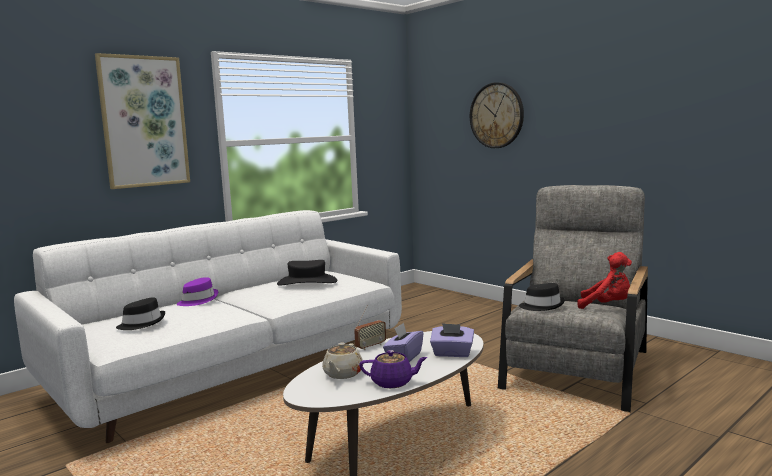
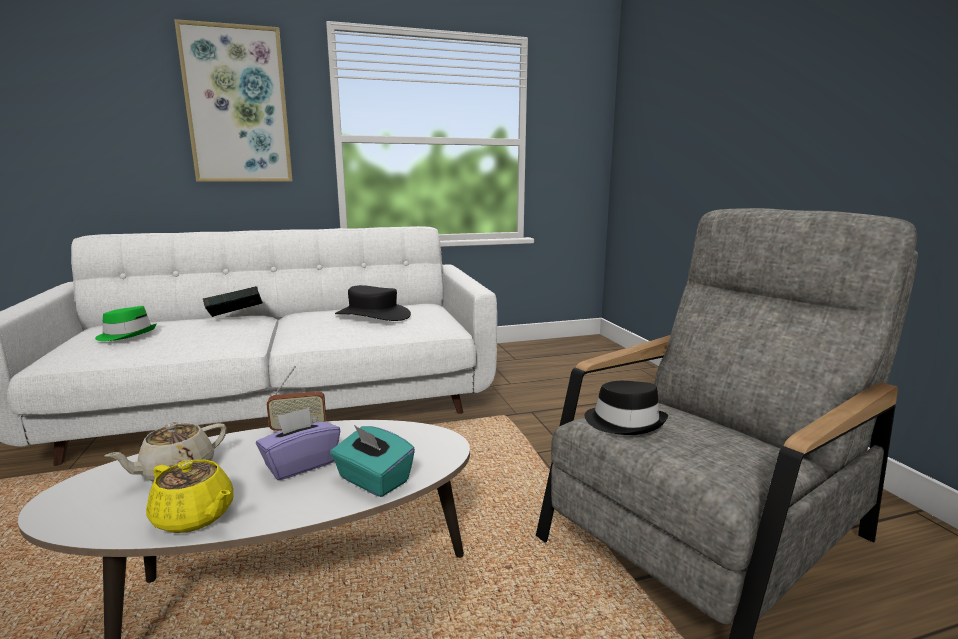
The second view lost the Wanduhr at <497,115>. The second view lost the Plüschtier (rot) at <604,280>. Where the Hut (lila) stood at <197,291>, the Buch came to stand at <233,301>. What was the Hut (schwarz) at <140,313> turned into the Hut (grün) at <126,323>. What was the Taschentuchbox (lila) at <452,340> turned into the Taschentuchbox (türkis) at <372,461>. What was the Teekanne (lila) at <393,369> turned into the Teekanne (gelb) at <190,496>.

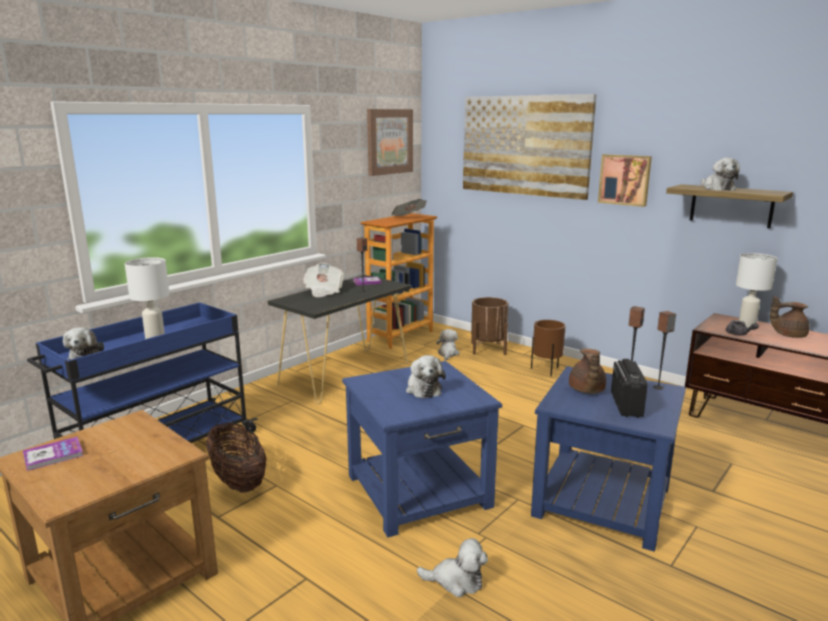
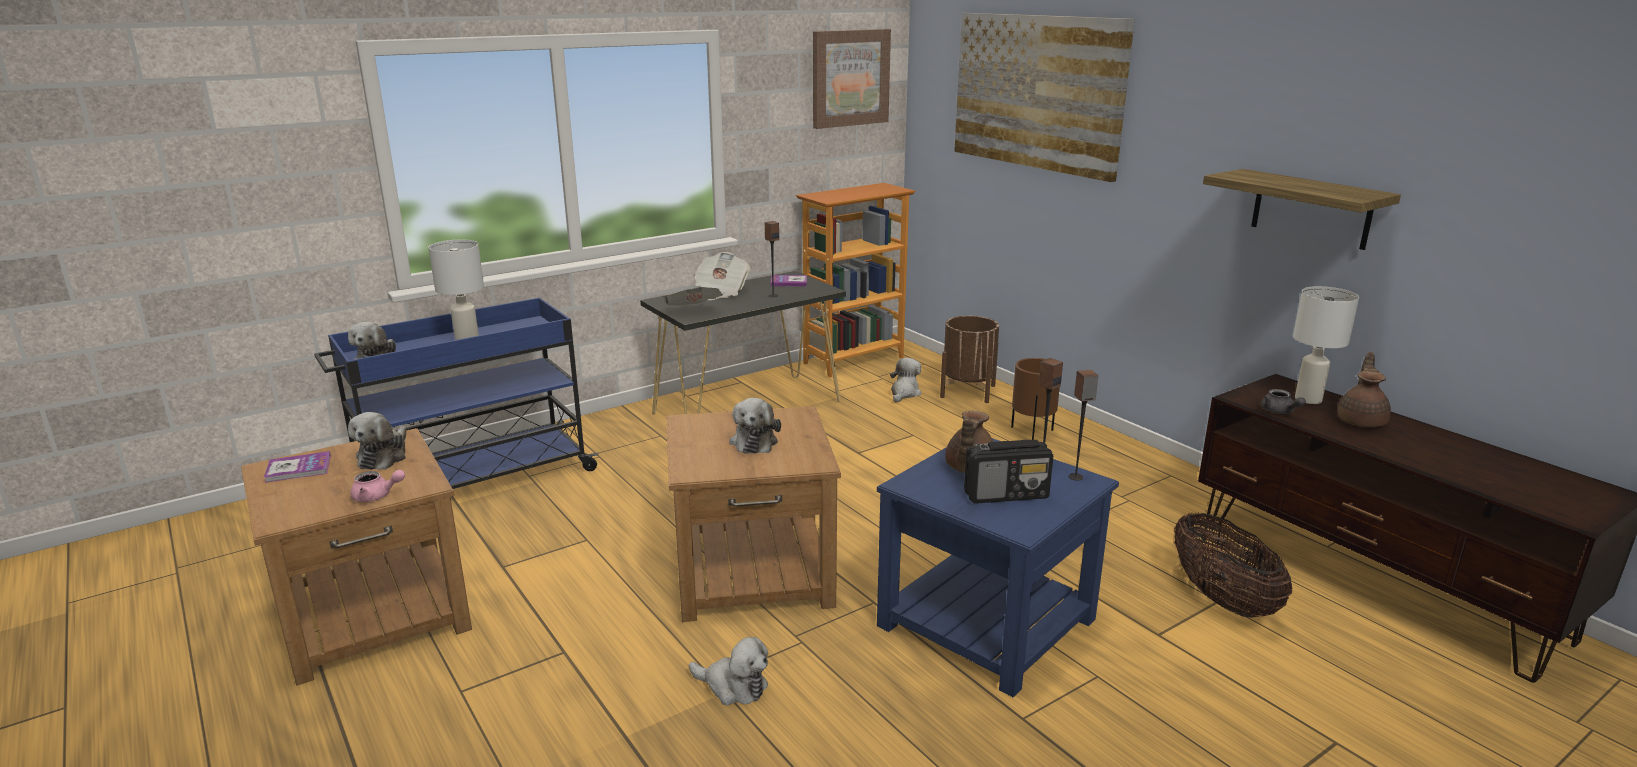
The second view lost the Bild at <625,180>. The Plüschtier ended up elsewhere, having gone from <720,174> to <377,441>. The Zeitung ended up elsewhere, having gone from <409,207> to <693,296>. The Teekanne (braun) at <790,317> ended up facing another way, 90 degrees clockwise from before. The Radio at <629,388> ended up facing another way, 60 degrees clockwise from before. What was the Beistelltisch (blau) at <422,449> turned into the Beistelltisch (braun) at <753,514>. The Korb ended up elsewhere, having gone from <236,457> to <1233,565>. The second view gained the Teekanne (rosa) at <377,486>.

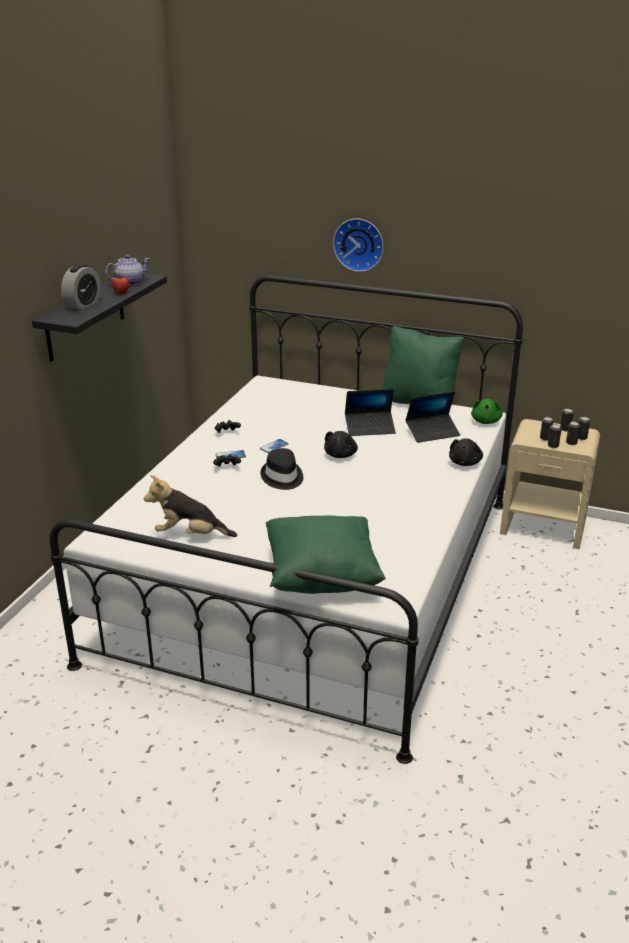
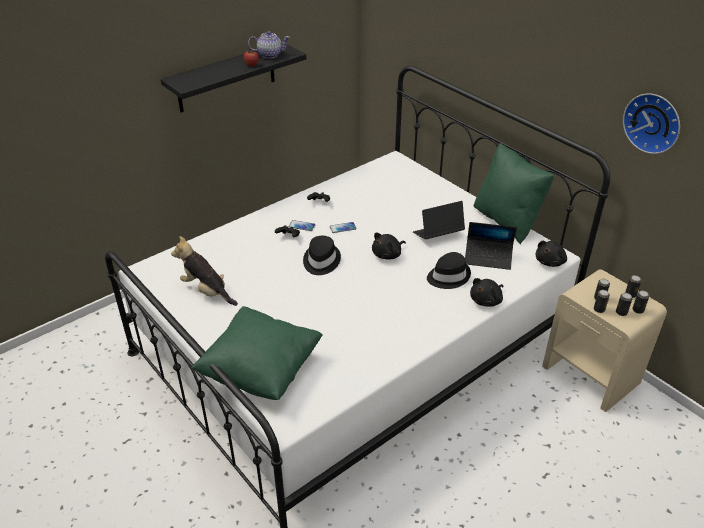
The Wanduhr ended up elsewhere, having gone from <358,245> to <651,123>. The second view lost the Wecker at <81,287>. The Laptop at <370,412> ended up facing another way, 135 degrees clockwise from before. What was the Plüschtier (grün) at <487,411> turned into the Plüschtier (schwarz) at <551,254>. The second view gained the Hut (schwarz) at <449,270>.

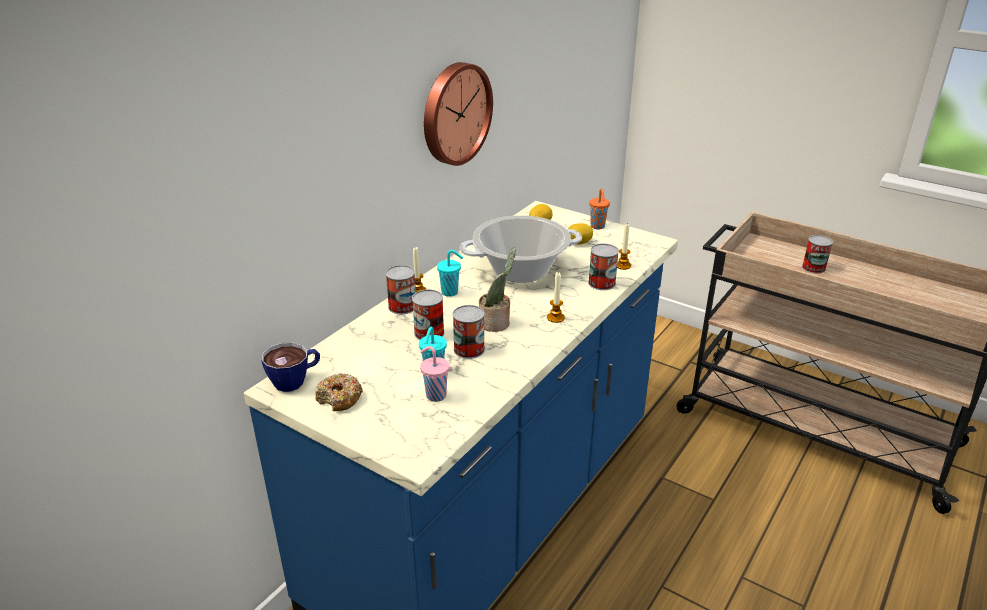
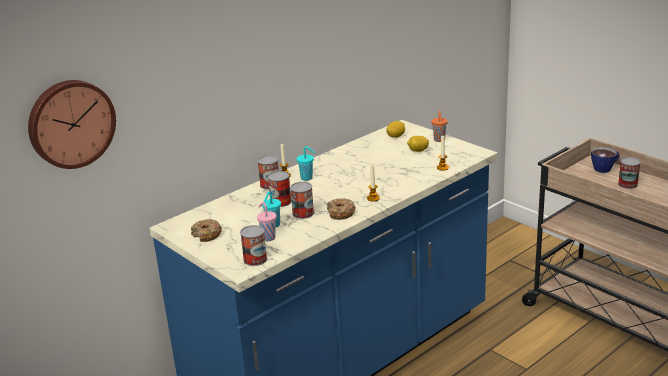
The Wanduhr ended up elsewhere, having gone from <458,114> to <72,124>. The second view lost the Kochtopf at <521,249>. The Dose ended up elsewhere, having gone from <603,266> to <253,245>. The second view lost the Topfpflanze at <497,289>. The Tasse ended up elsewhere, having gone from <290,367> to <605,160>. The second view gained the Donut at <341,209>.

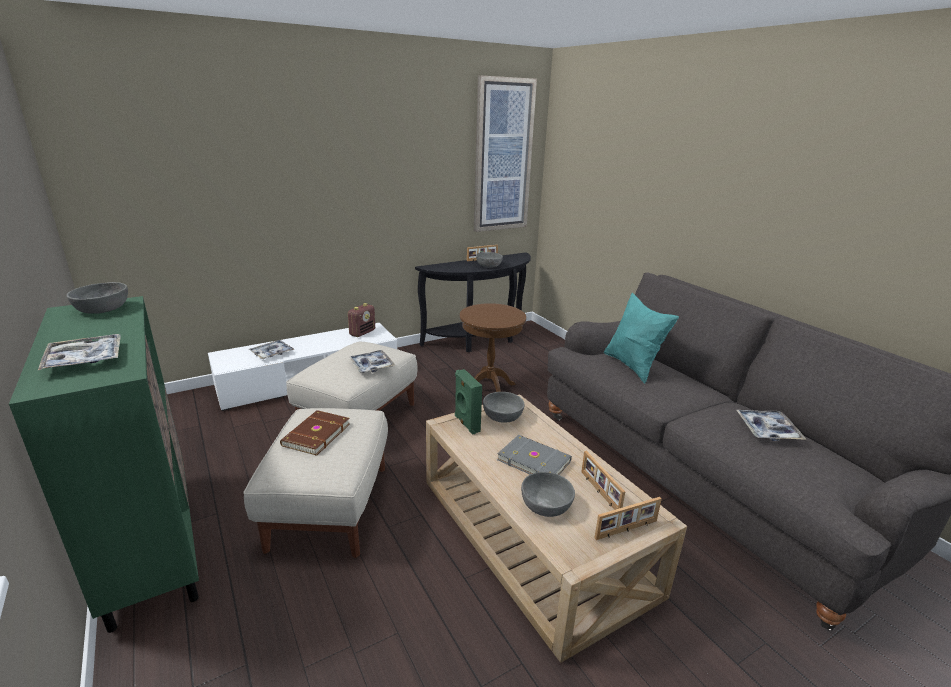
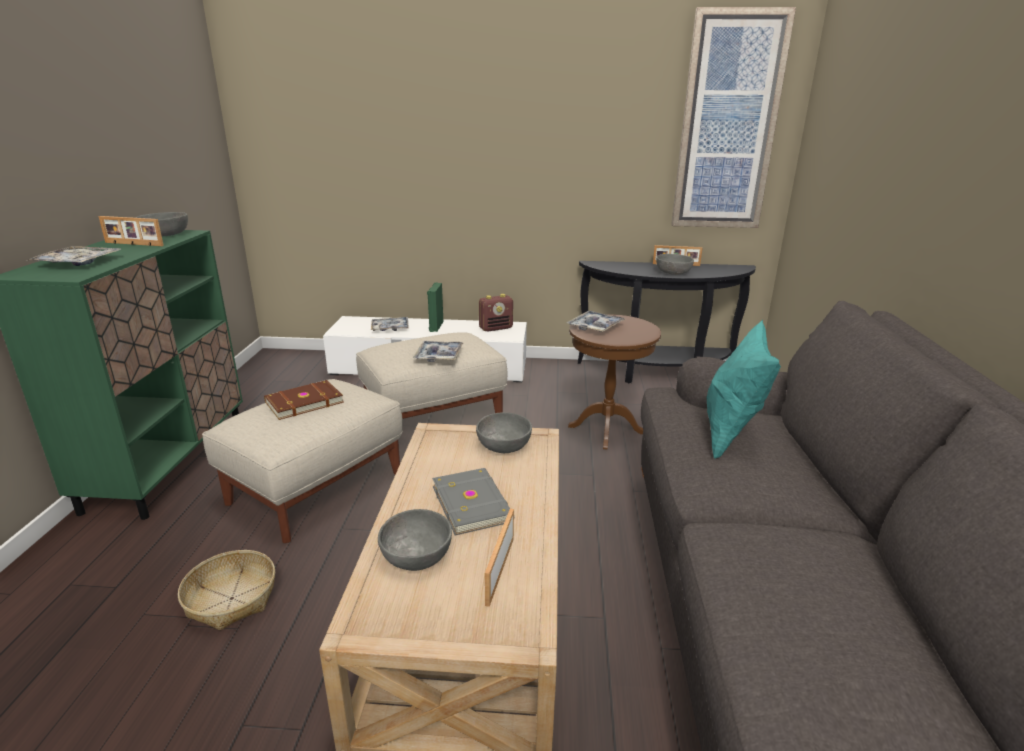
The Lautsprecher (grün) ended up elsewhere, having gone from <468,401> to <435,307>. The Tablett ended up elsewhere, having gone from <771,425> to <596,321>. The Bilderrahmen ended up elsewhere, having gone from <628,518> to <131,231>. The second view gained the Korb at <226,590>.

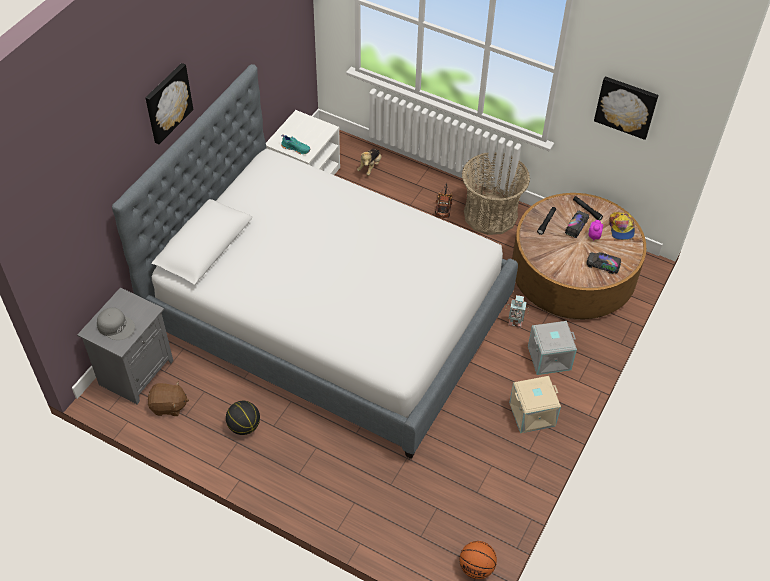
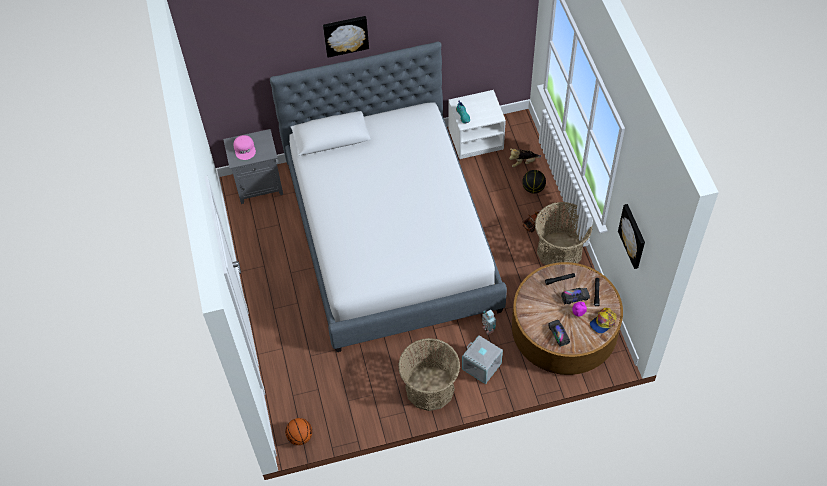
What was the Kappe (grau) at <116,323> turned into the Kappe (rosa) at <244,147>. Where the Aufbewahrungsbox (beige) stood at <535,404>, the Korb came to stand at <429,374>. The second view lost the Plüschtier (braun) at <168,398>. The Basketball ended up elsewhere, having gone from <243,418> to <534,182>.

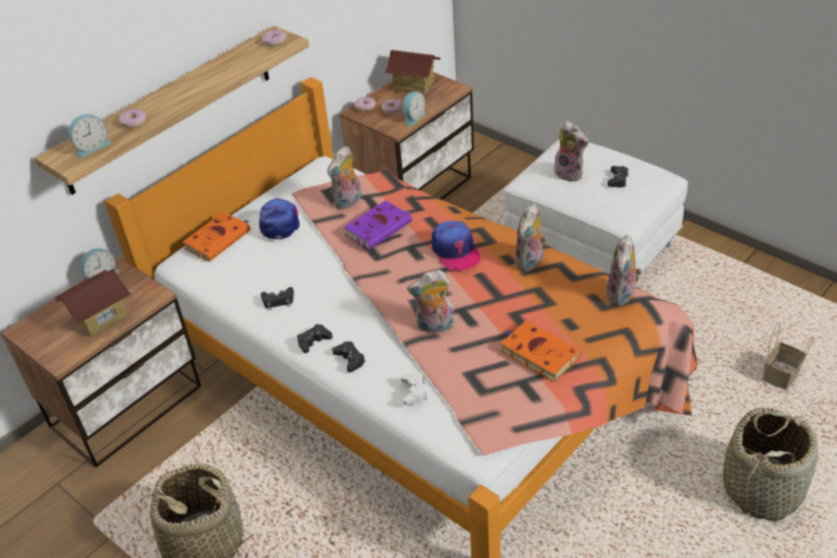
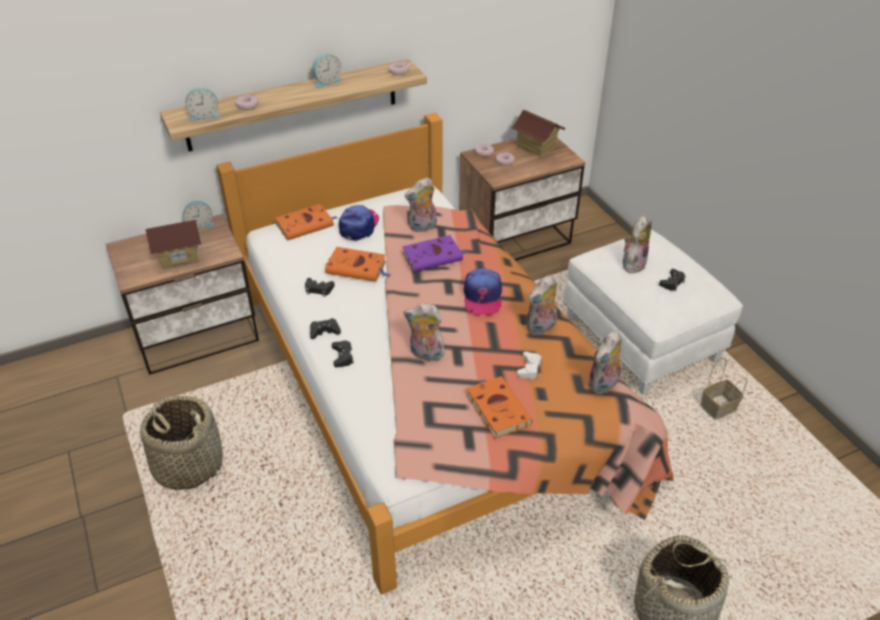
The Wecker ended up elsewhere, having gone from <414,108> to <327,71>. The Plüschtier at <569,151> ended up facing another way, 120 degrees counterclockwise from before. The Korb ended up elsewhere, having gone from <788,355> to <723,389>. The Gamepad (weiß) ended up elsewhere, having gone from <414,388> to <529,365>. The second view gained the Buch (orange) at <358,264>.

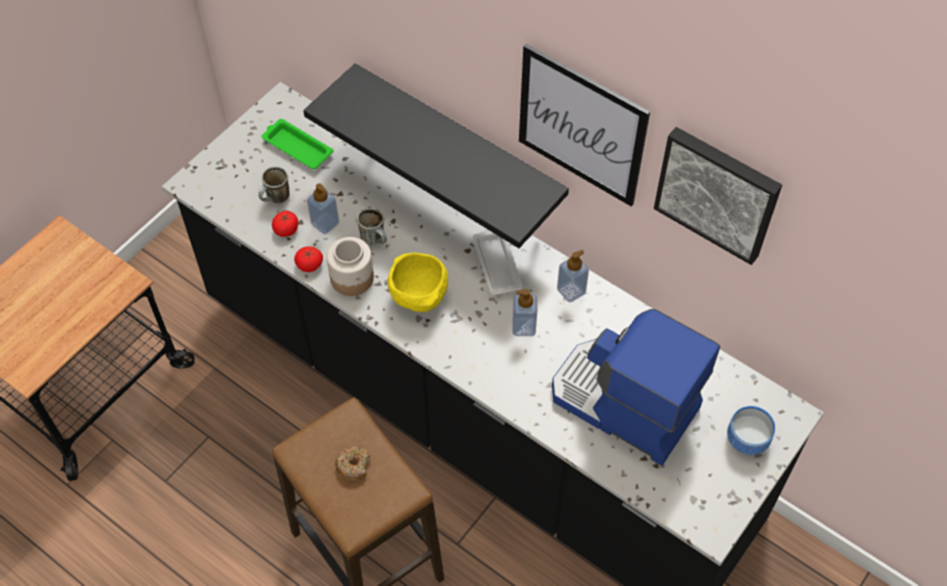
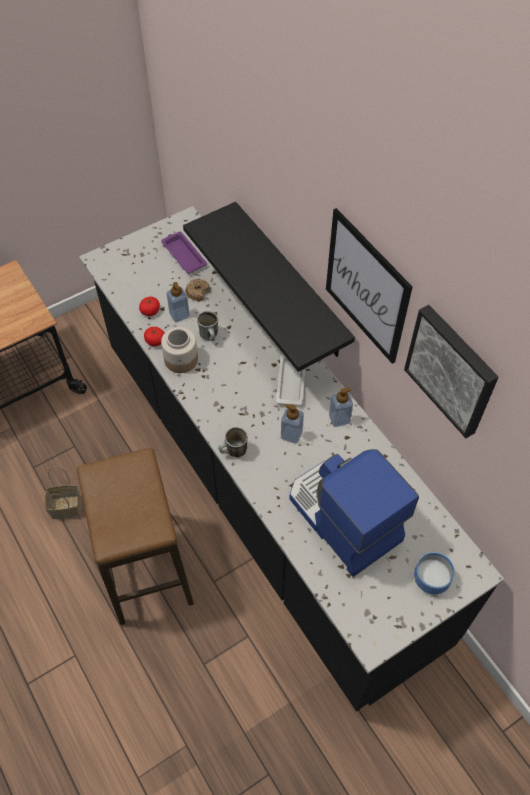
What was the Tablett (grün) at <297,144> turned into the Tablett (lila) at <184,252>. The Henkelbecher ended up elsewhere, having gone from <273,184> to <233,442>. The second view lost the Schüssel (gelb) at <417,282>. The Donut ended up elsewhere, having gone from <352,463> to <198,290>. The second view gained the Korb at <63,493>.

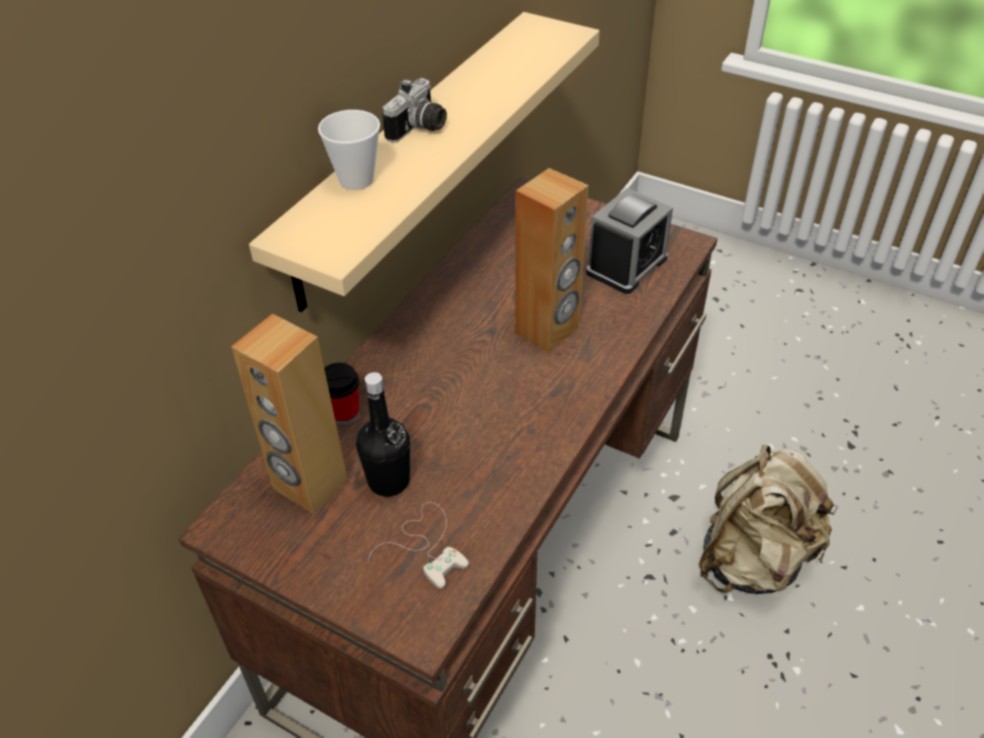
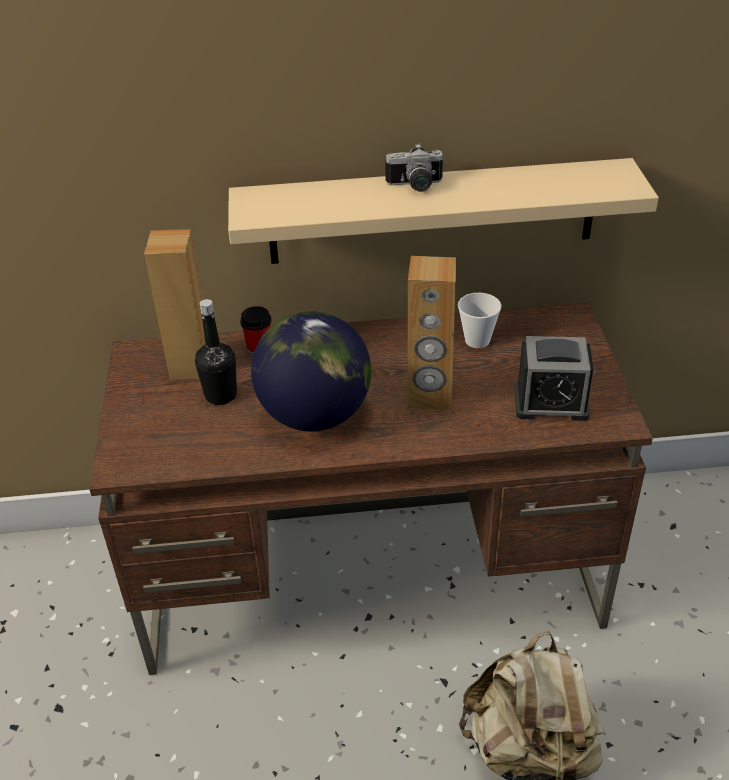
The Tasse ended up elsewhere, having gone from <349,150> to <479,320>. The second view lost the Gamepad (weiß) at <418,545>. The second view gained the Globus at <311,371>.

